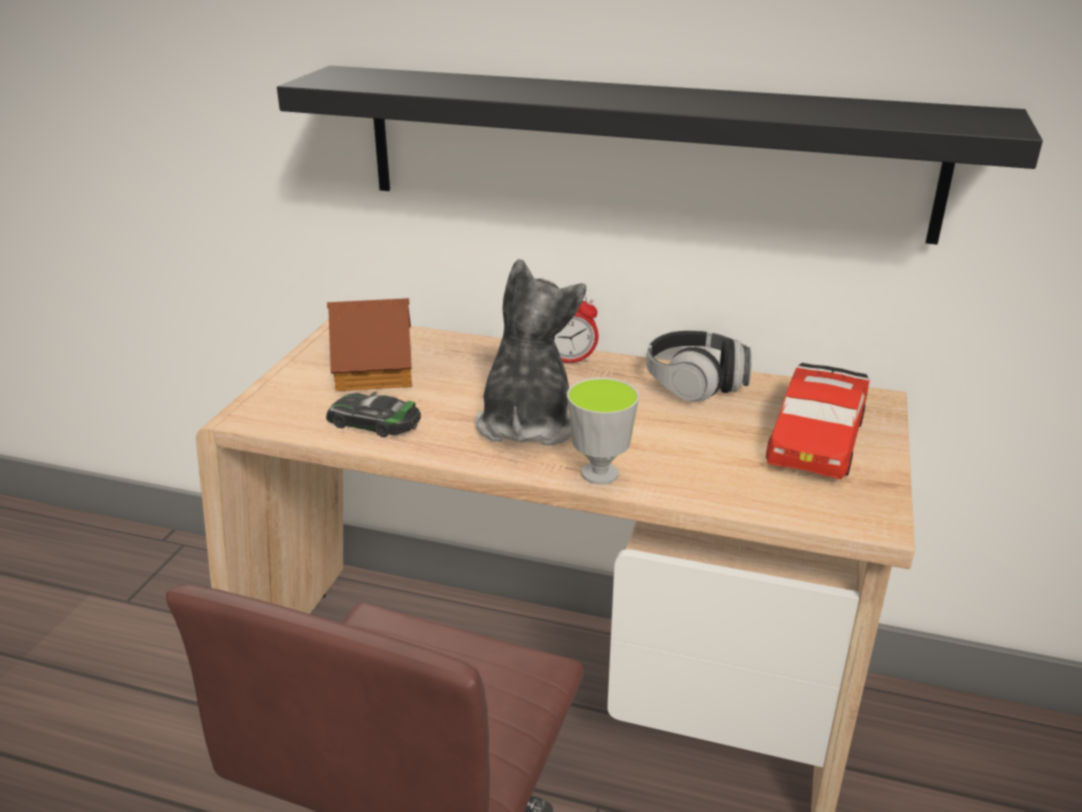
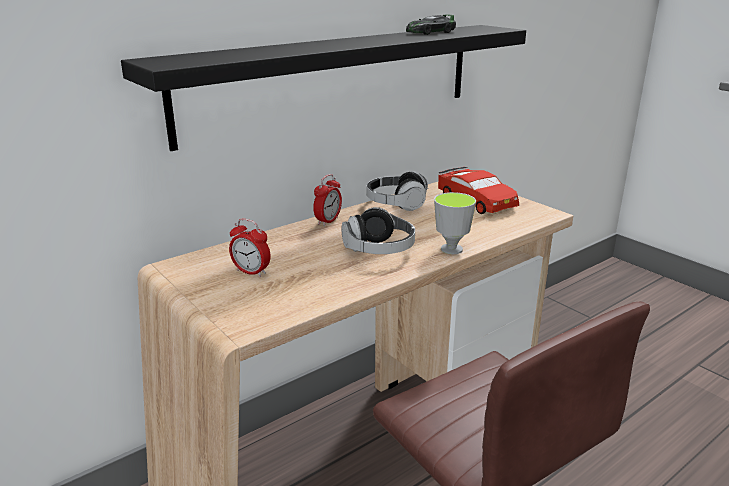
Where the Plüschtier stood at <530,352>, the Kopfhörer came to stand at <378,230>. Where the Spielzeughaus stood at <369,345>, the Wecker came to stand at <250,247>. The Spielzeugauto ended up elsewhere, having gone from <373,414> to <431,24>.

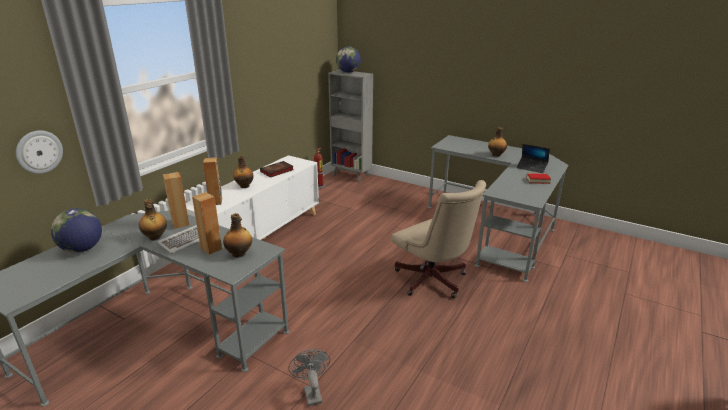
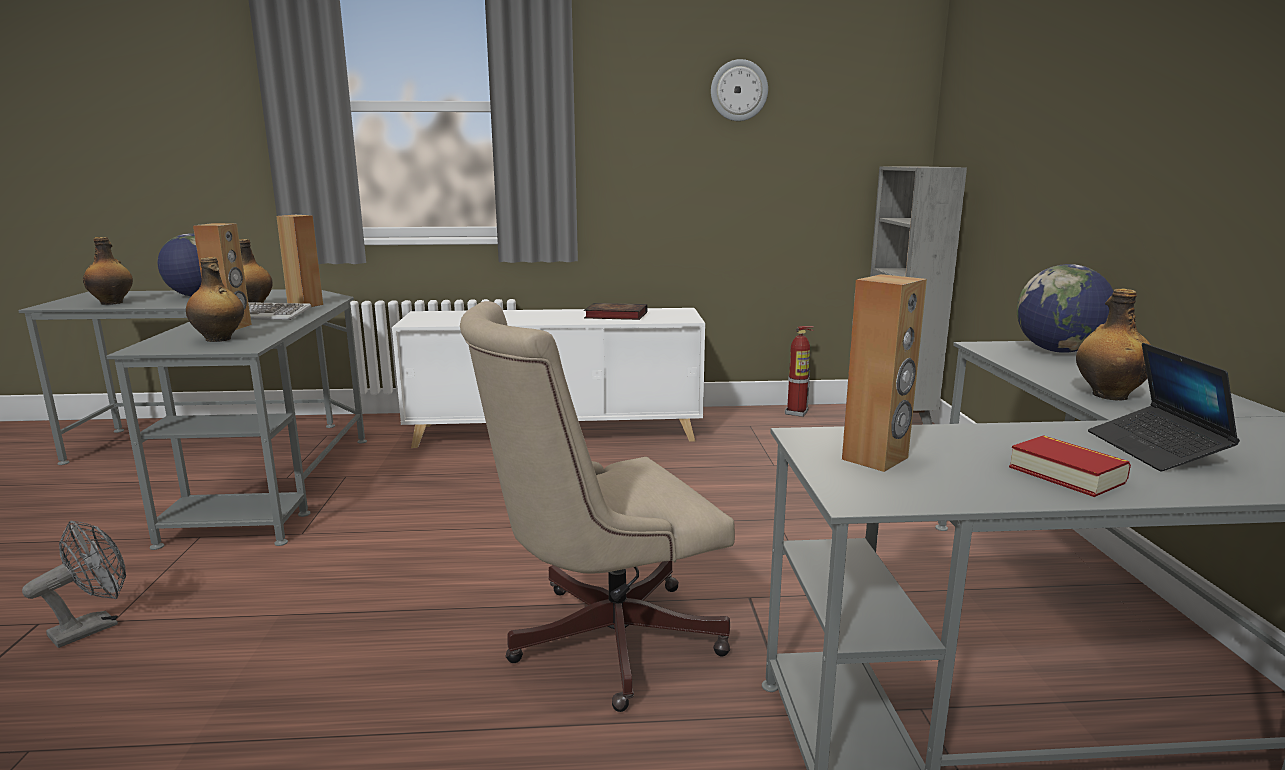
The Globus ended up elsewhere, having gone from <348,60> to <1065,308>. The Wanduhr ended up elsewhere, having gone from <39,152> to <739,90>. The Flasche ended up elsewhere, having gone from <243,172> to <108,271>. The Lautsprecher (braun) ended up elsewhere, having gone from <212,181> to <884,373>. The Bürostuhl (beige) at <439,239> ended up facing another way, 45 degrees clockwise from before.

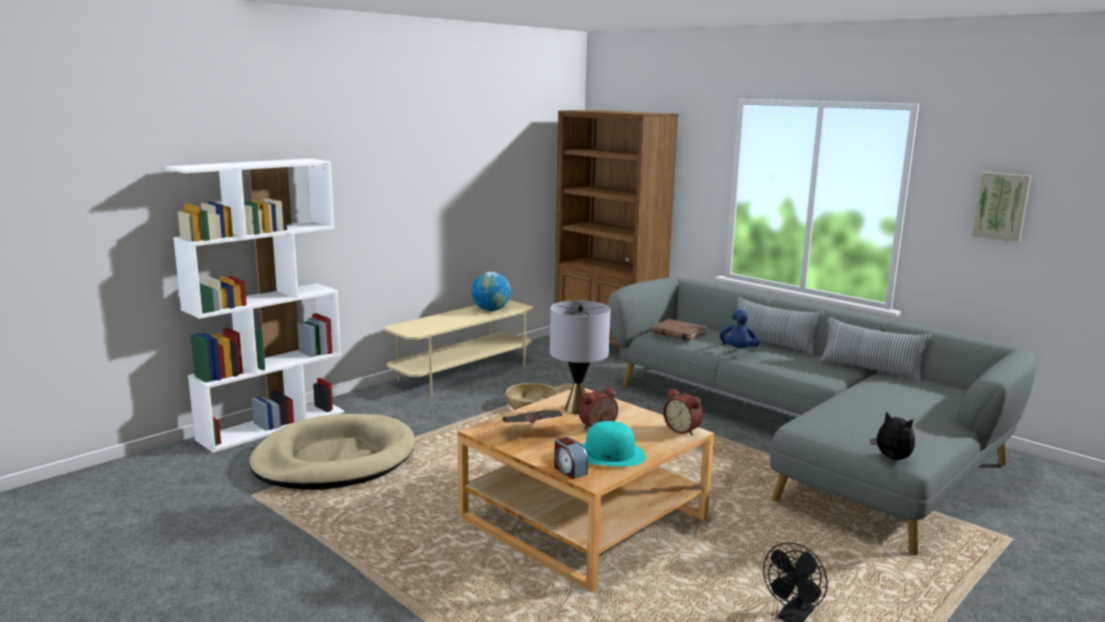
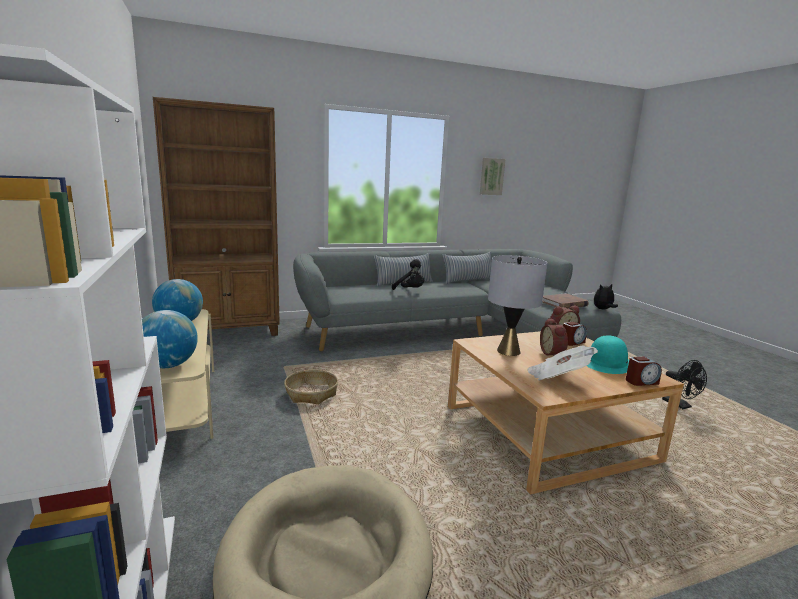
What was the Plüschtier (blau) at <740,329> turned into the Plüschtier (schwarz) at <408,274>. The Buch (braun) ended up elsewhere, having gone from <679,330> to <565,301>. The second view gained the Globus at <170,339>. The second view gained the Wecker at <575,334>.

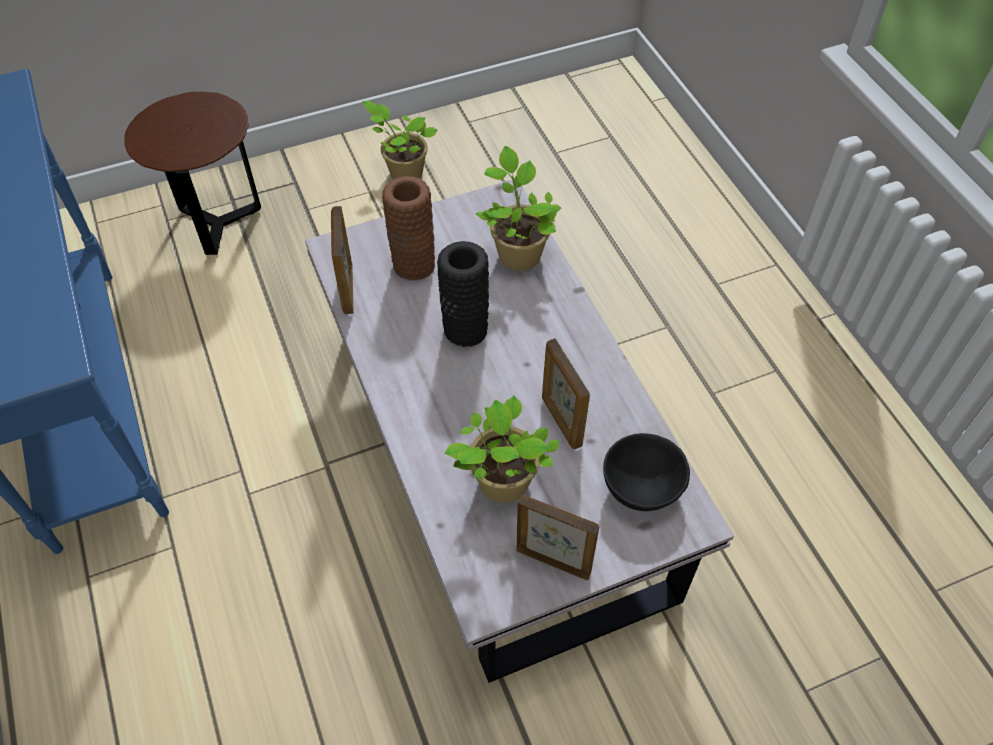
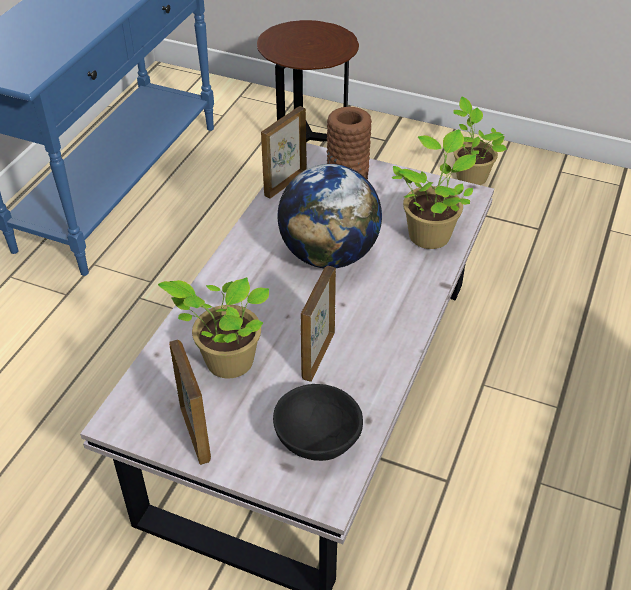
Where the Vase (schwarz) stood at <463,294>, the Globus came to stand at <329,216>.

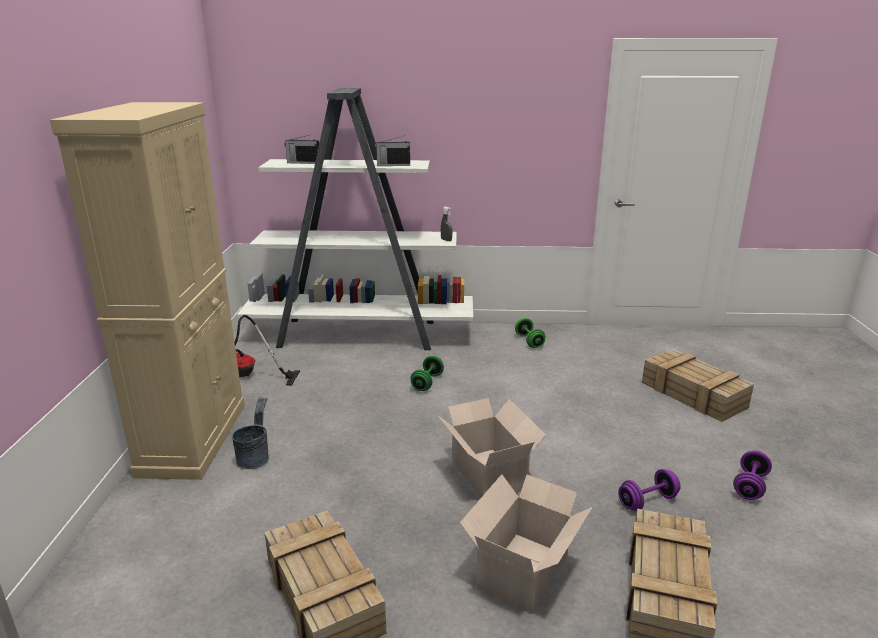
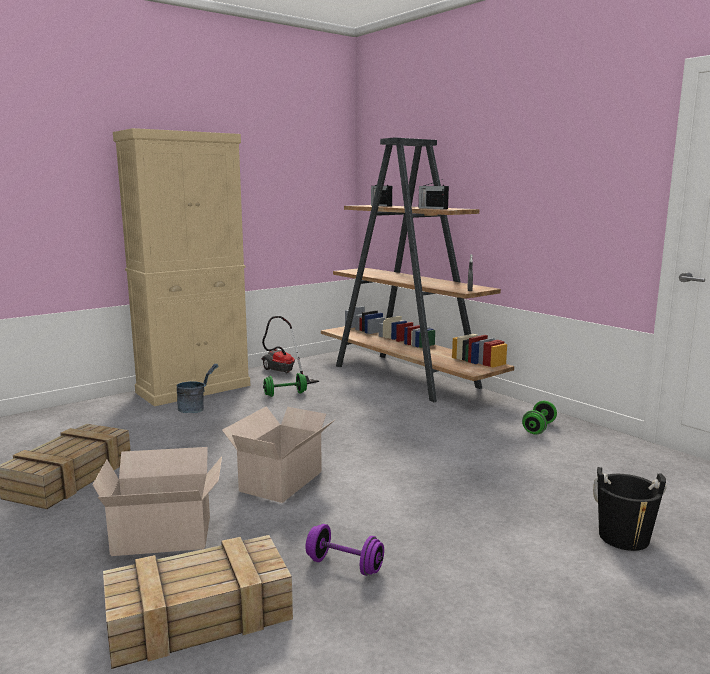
What was the Bücherregal (weiß) at <355,219> turned into the Bücherregal (braun) at <417,270>. Where the Kiste stood at <698,385>, the Eimer (schwarz) came to stand at <630,509>. The Hantel (grün) ended up elsewhere, having gone from <427,373> to <285,385>. The second view lost the Hantel (lila) at <752,475>.

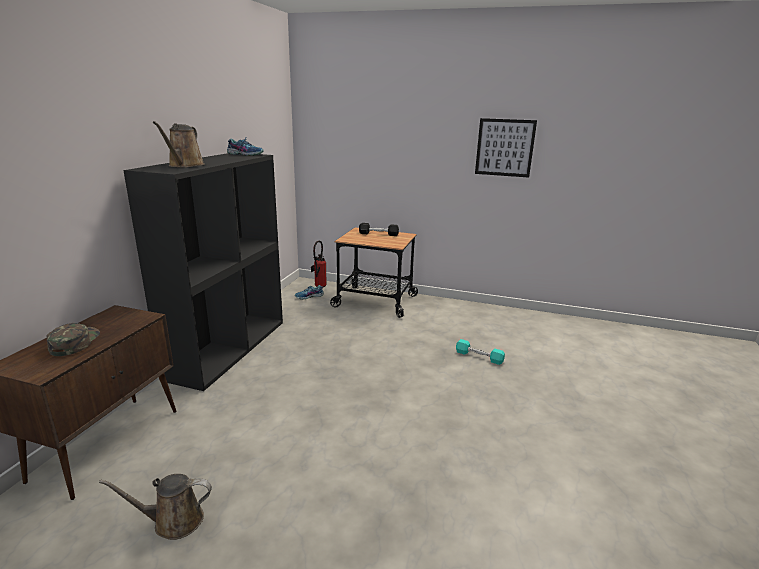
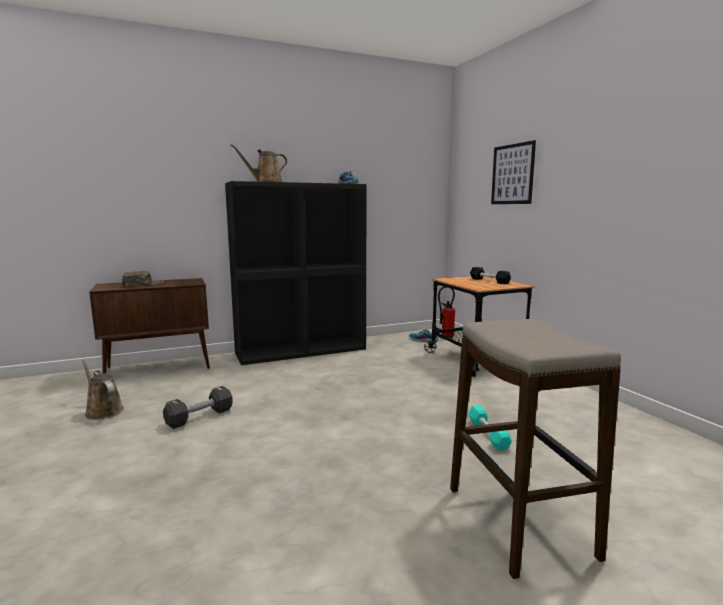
The Bild ended up elsewhere, having gone from <506,148> to <513,172>. The second view gained the Hocker at <535,449>. The second view gained the Hantel (schwarz) at <198,407>.

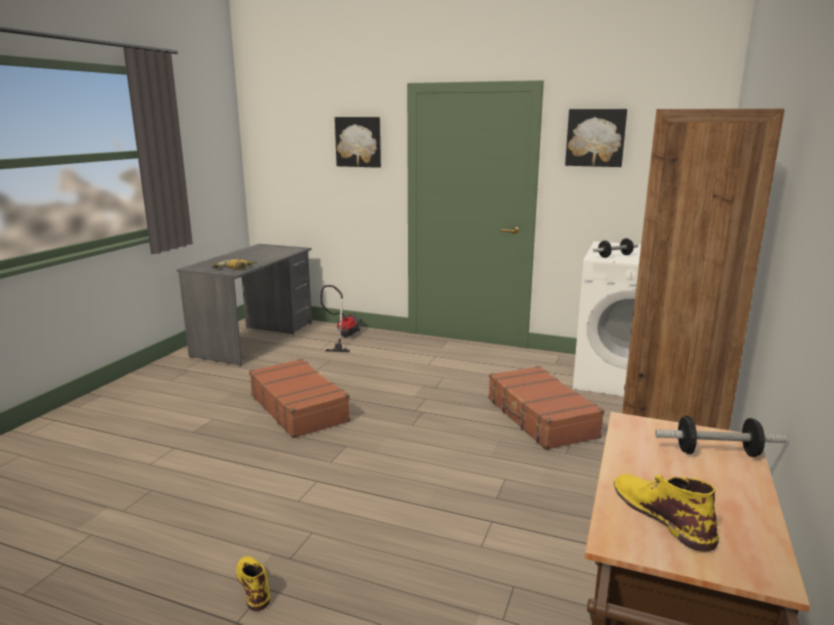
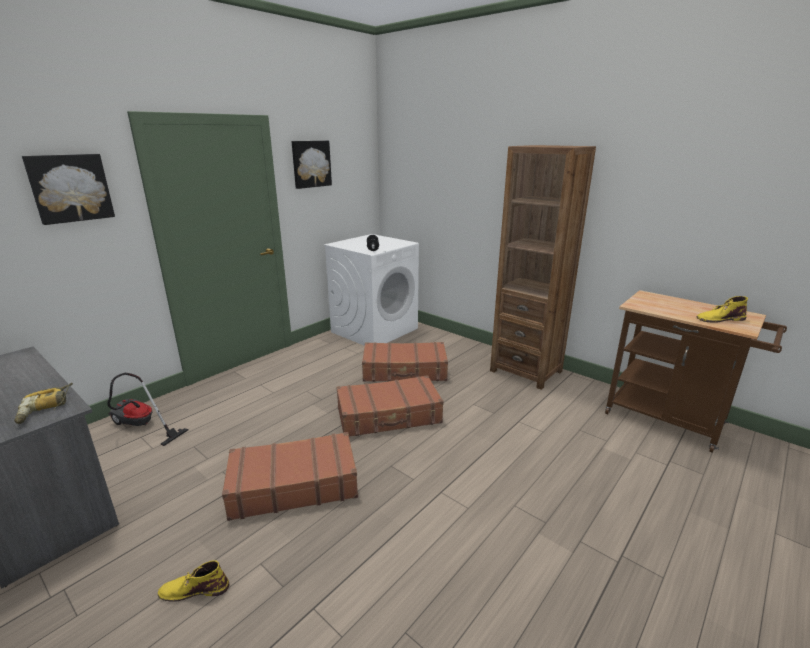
The second view lost the Hantel at <721,436>. The Stiefel (gelb) ended up elsewhere, having gone from <253,583> to <193,581>. The second view gained the Koffer (braun) at <389,406>.

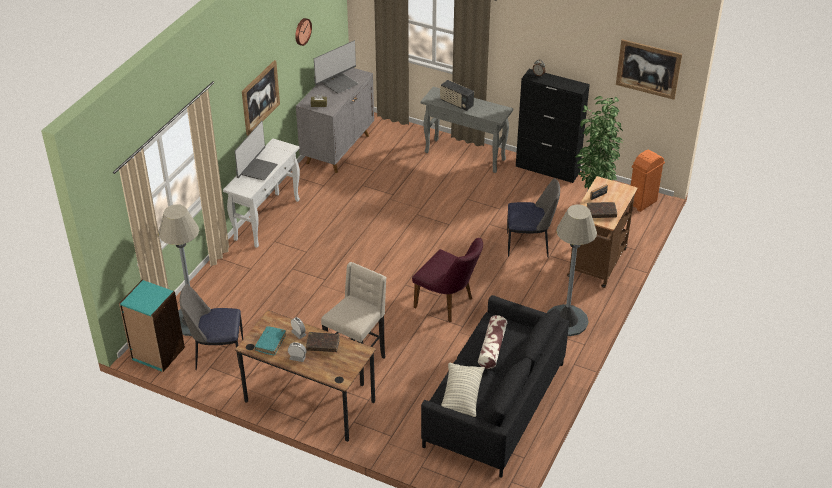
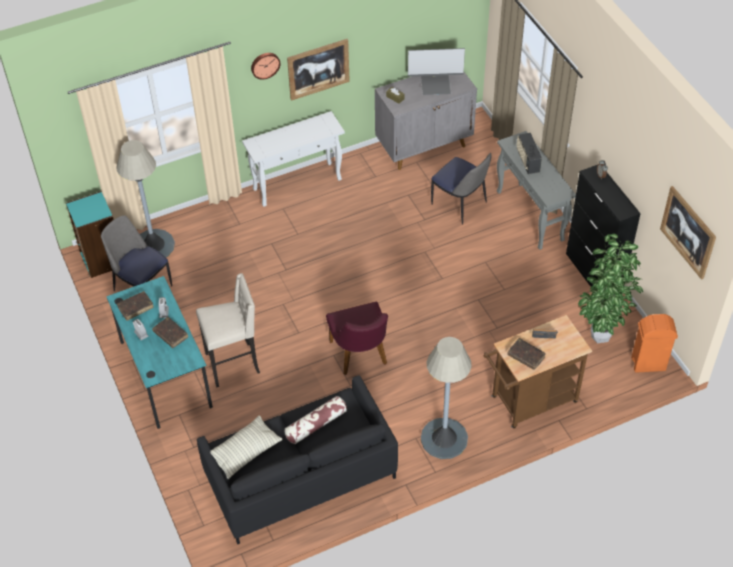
The Wanduhr ended up elsewhere, having gone from <303,32> to <266,66>. The second view lost the Monitor at <256,150>. The Stuhl ended up elsewhere, having gone from <533,218> to <461,188>. What was the Schreibtisch (braun) at <305,376> turned into the Schreibtisch (türkis) at <159,352>. What was the Buch (türkis) at <270,341> turned into the Buch (braun) at <135,306>.

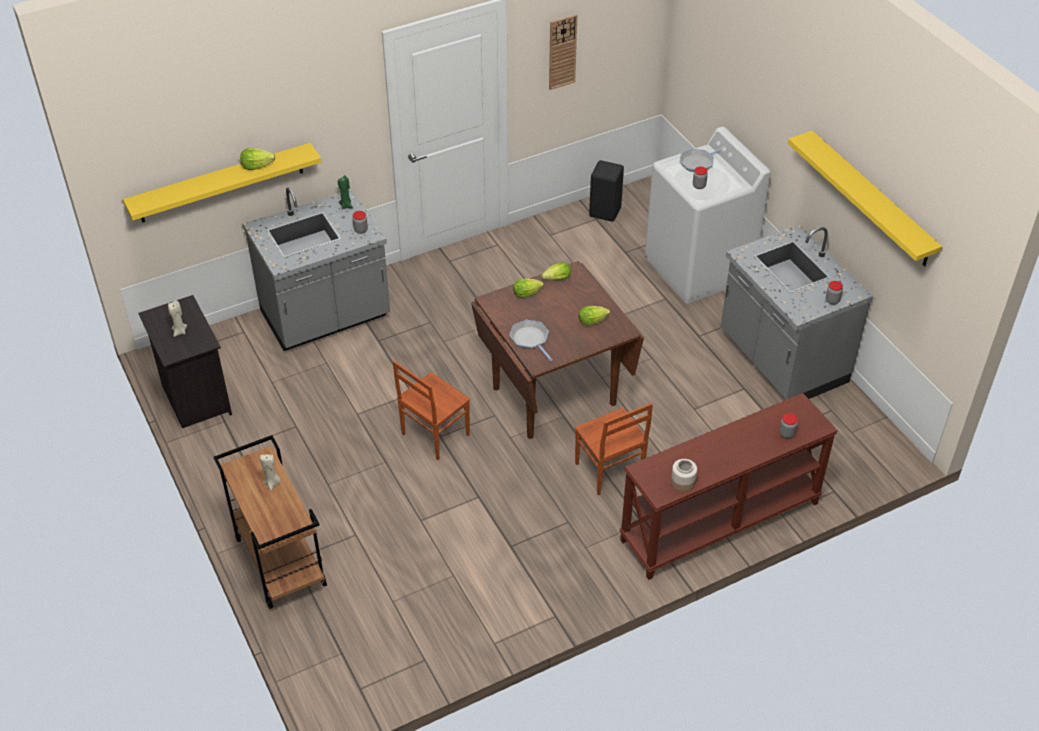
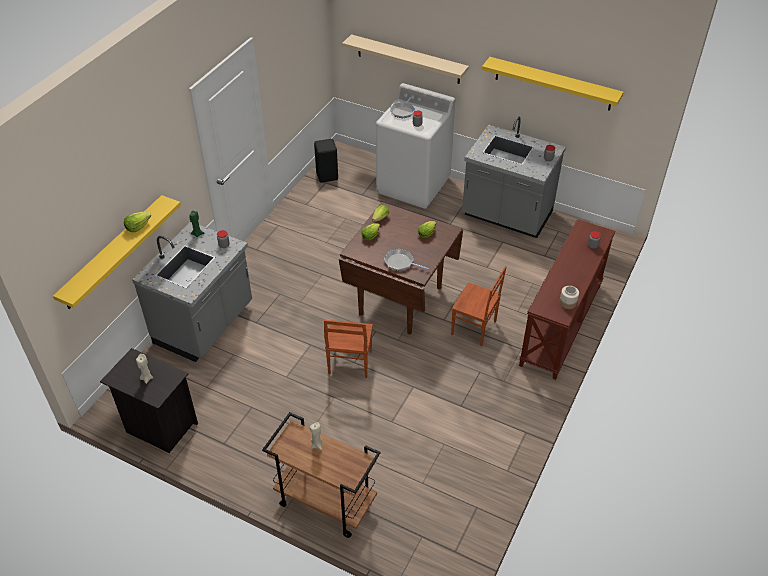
The second view lost the Wanduhr at <563,52>. The second view gained the Wandregal (beige) at <405,59>.

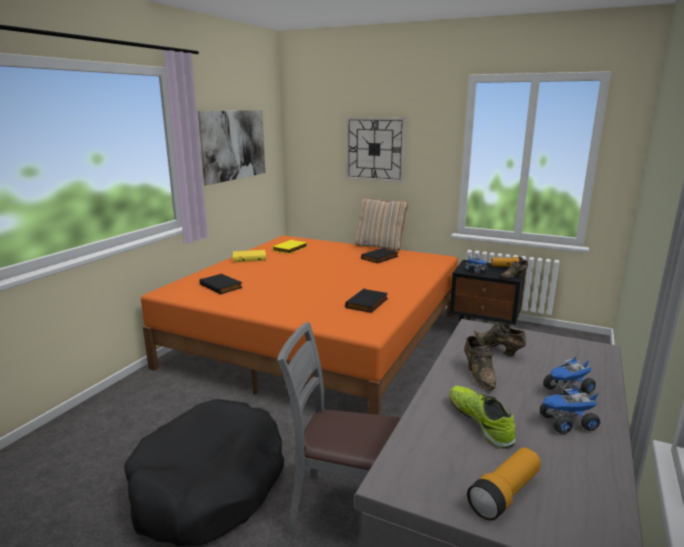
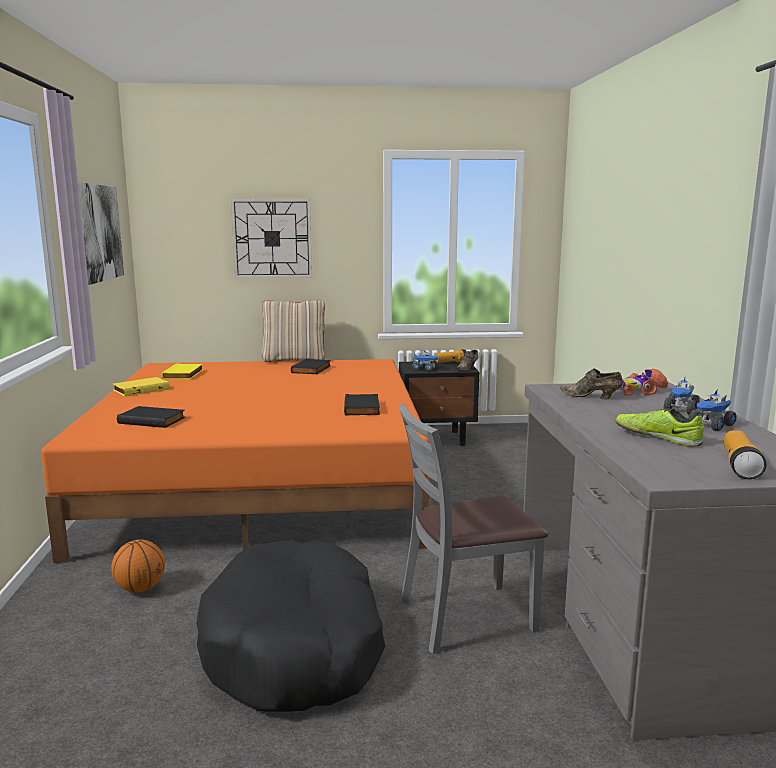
The second view lost the Schuh (braun) at <480,363>. The second view gained the Spielzeugauto at <642,382>. The second view gained the Basketball at <138,566>.

